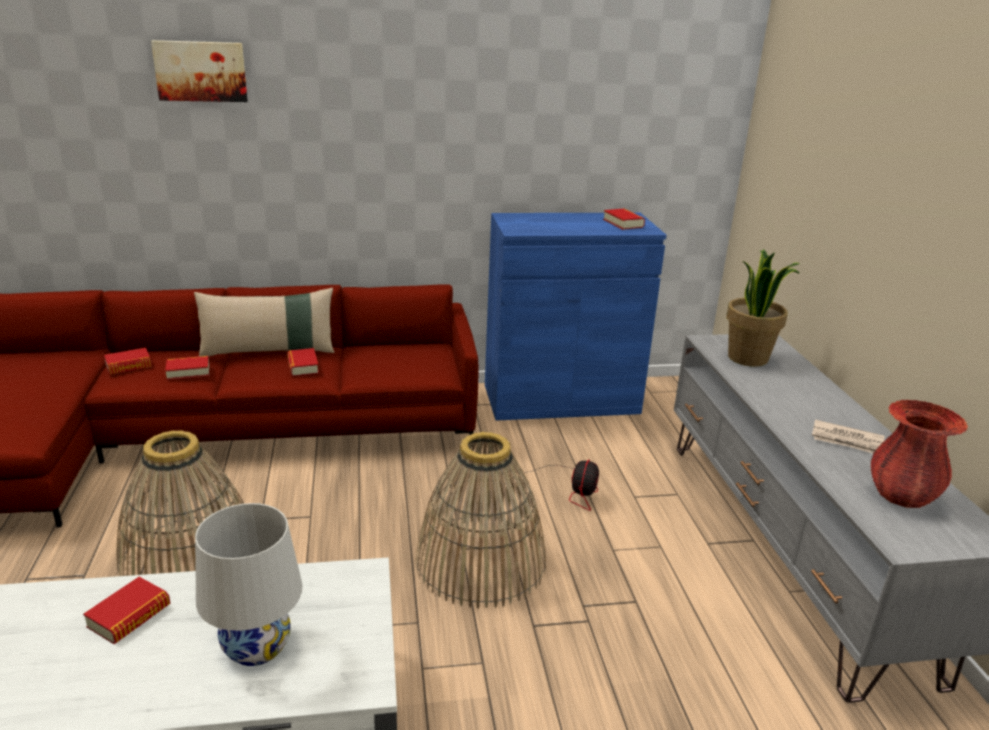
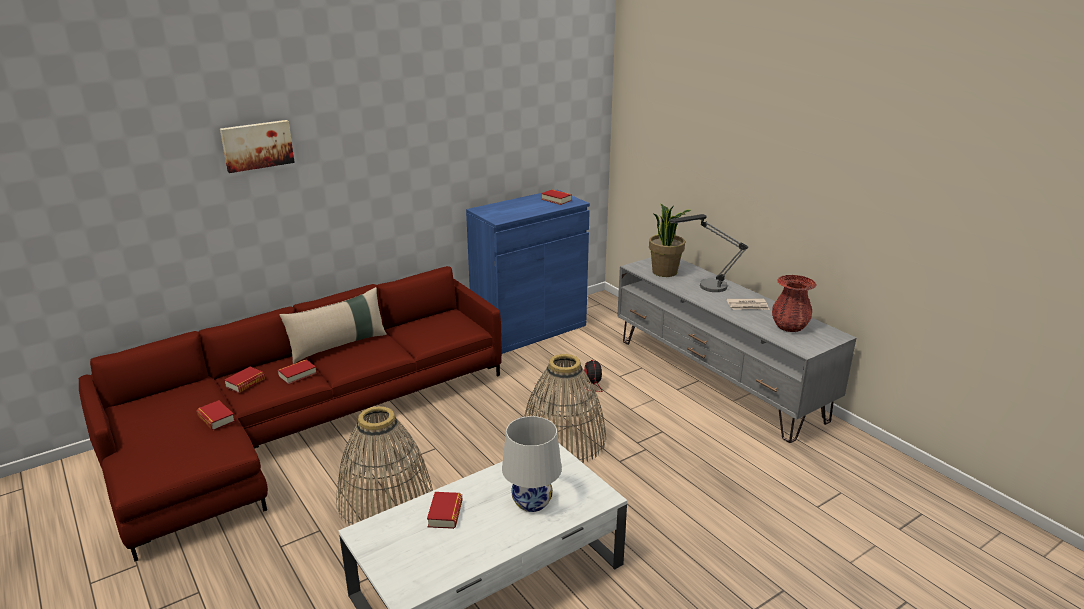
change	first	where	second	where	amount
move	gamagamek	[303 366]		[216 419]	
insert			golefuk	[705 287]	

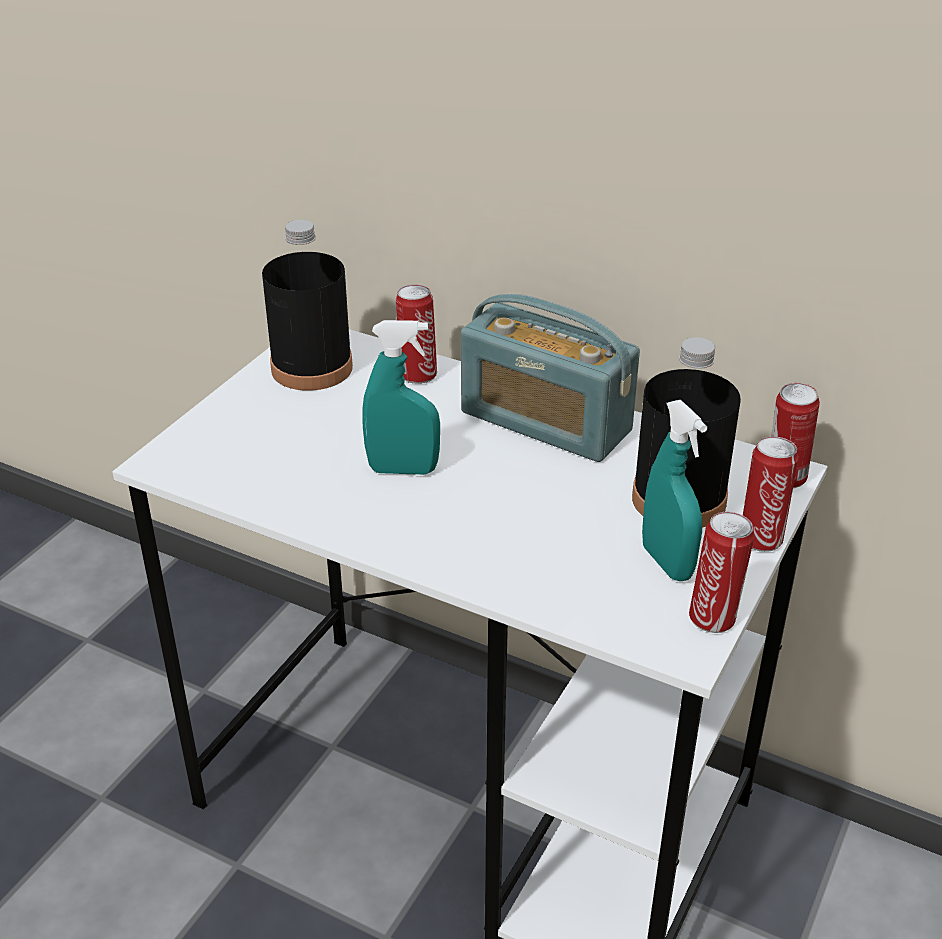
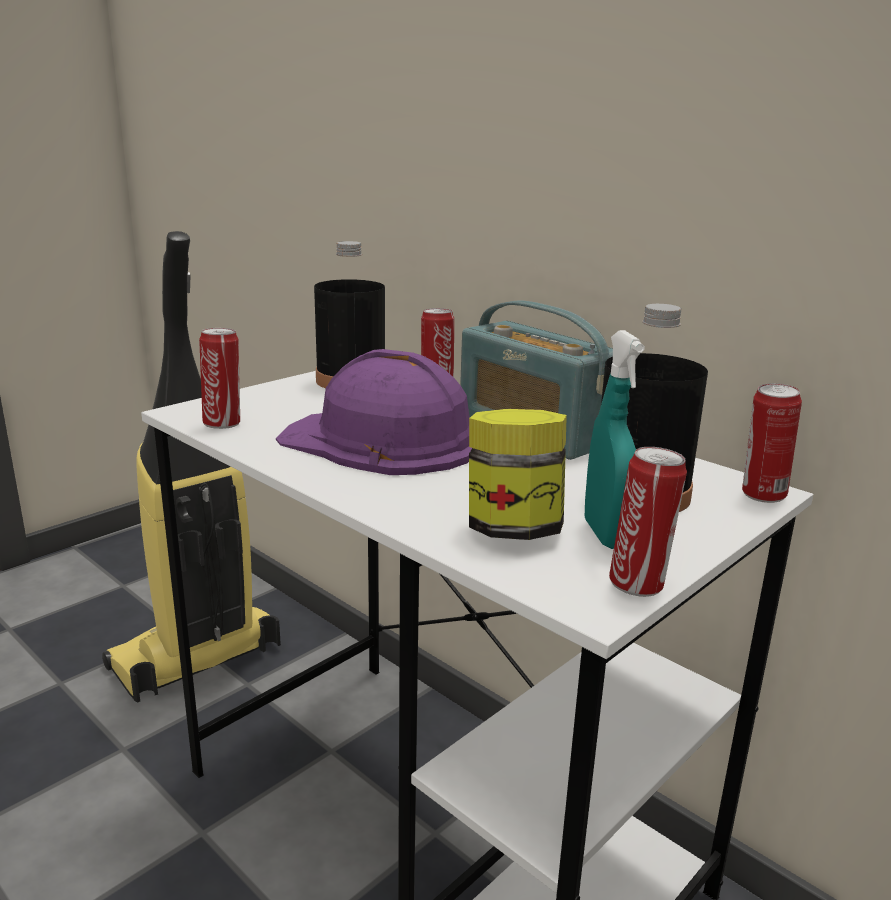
change	first	where	second	where	amount
replace	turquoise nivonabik	[403 470]	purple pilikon	[382 441]	
move	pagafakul	[760 538]		[223 423]	
insert			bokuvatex	[195 659]	
insert			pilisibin	[513 529]	

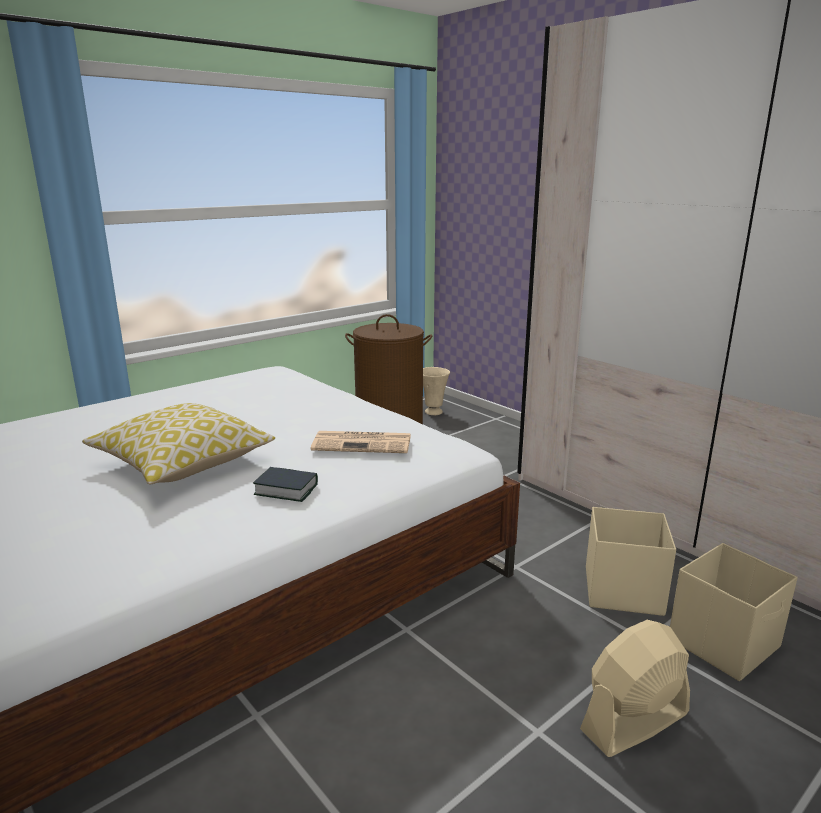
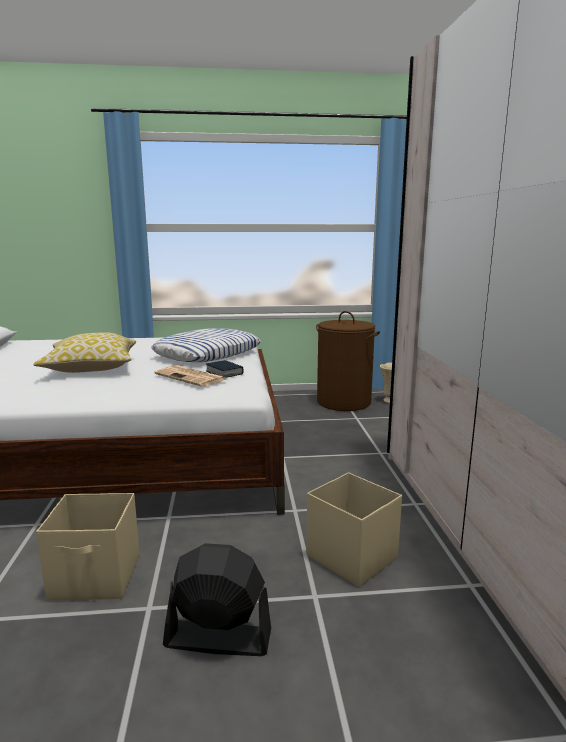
change	first	where	second	where	amount
move	gamagamek	[286 489]		[224 373]	
recolor	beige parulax	[634 722]	black parulax	[217 638]	
move	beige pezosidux	[725 643]		[97 577]	
insert			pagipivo	[208 353]	

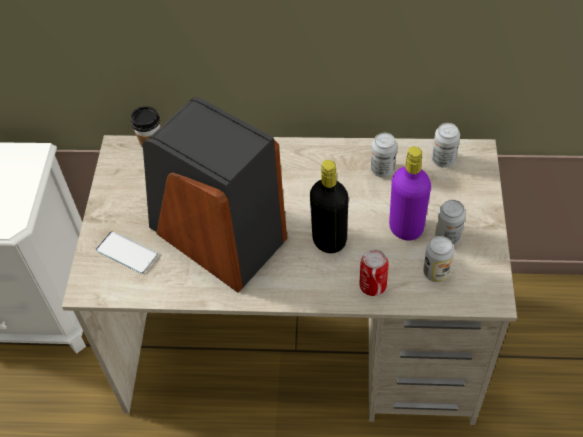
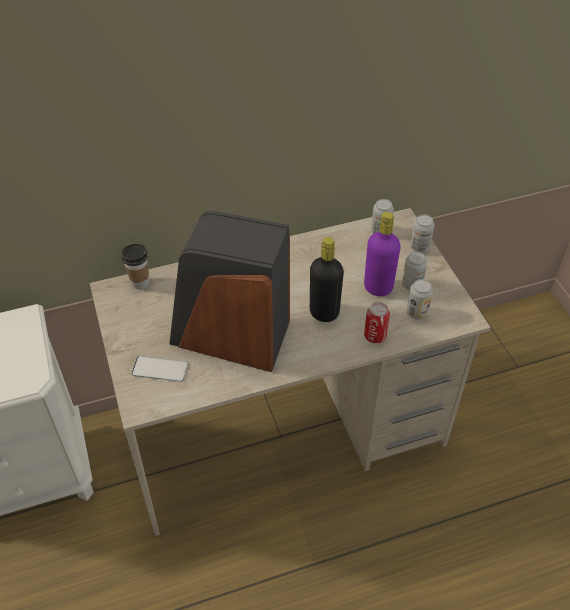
change	first	where	second	where	amount
move	pagafakul	[382 169]		[419 247]	

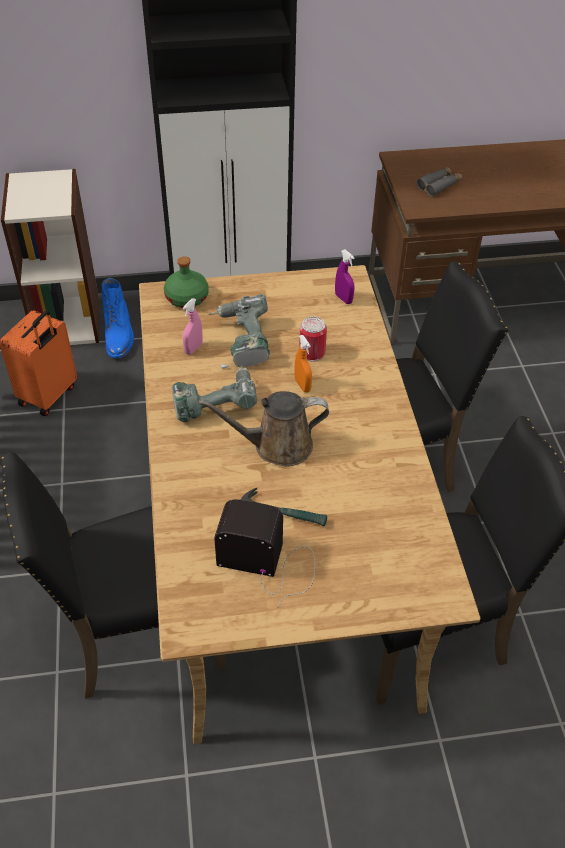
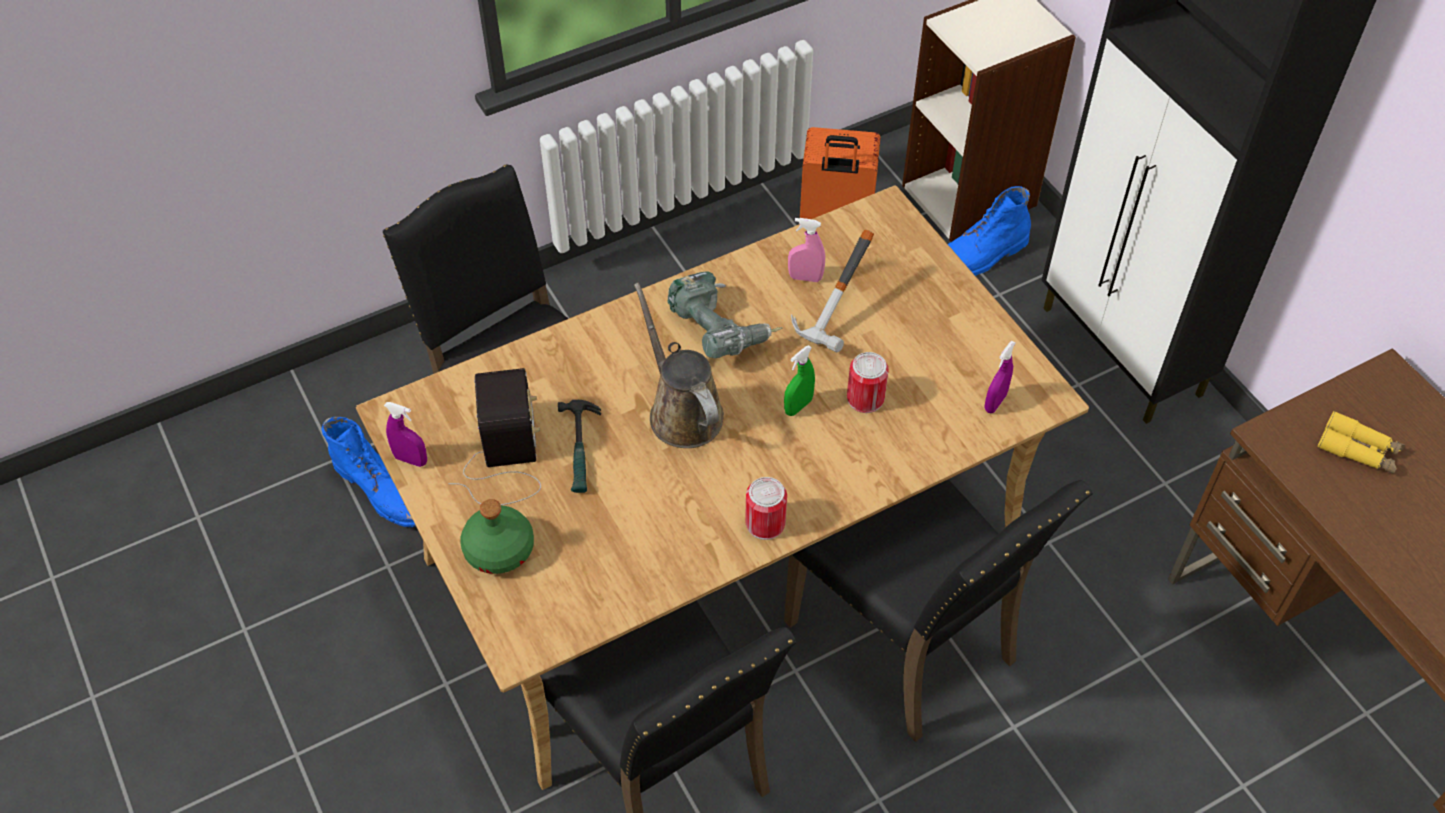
change	first	where	second	where	amount
move	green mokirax	[187 297]		[500 550]	
replace	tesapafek	[241 342]	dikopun	[842 320]	
recolor	orange nivonabik	[302 385]	green nivonabik	[798 406]	
recolor	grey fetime	[439 185]	yellow fetime	[1358 450]	
insert			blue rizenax	[382 489]	
insert			purple nivonabik	[411 459]	
insert			pagafakul	[765 523]	

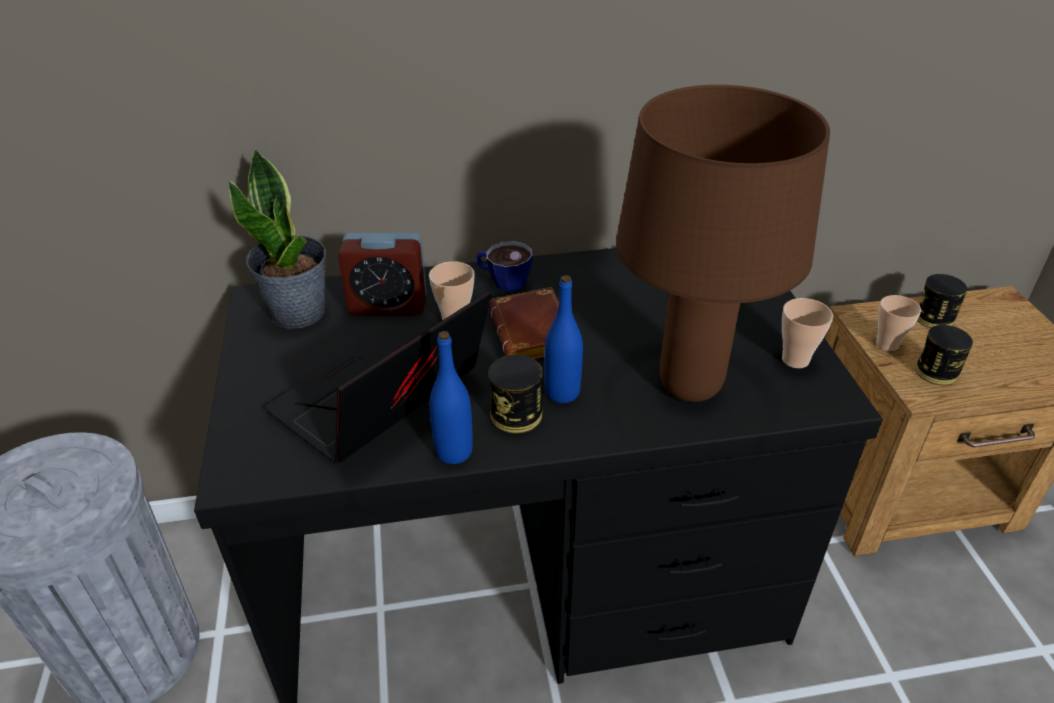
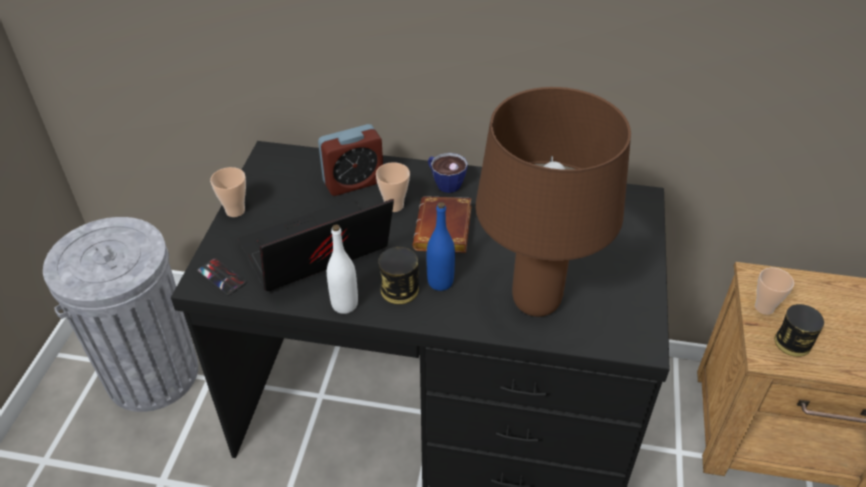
change	first	where	second	where	amount
delete	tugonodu	[299 312]			
rotate	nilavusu	[388 305]		[353 182]	45 degrees counterclockwise
recolor	blue mokirax	[454 452]	white mokirax	[344 304]	
move	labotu	[795 360]		[235 211]	
delete	pagafakul	[933 318]			
insert			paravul	[221 277]	

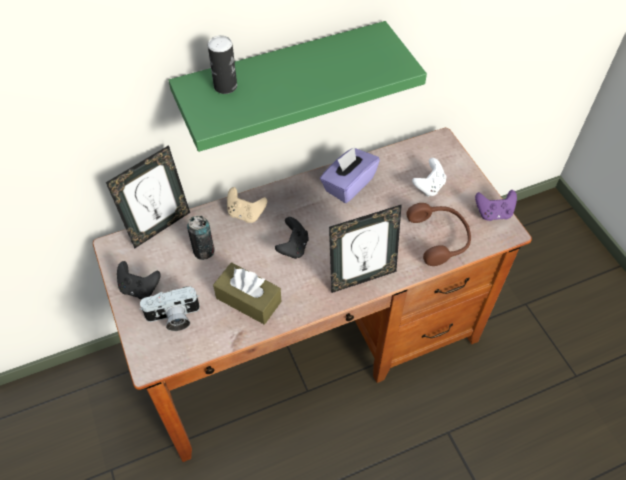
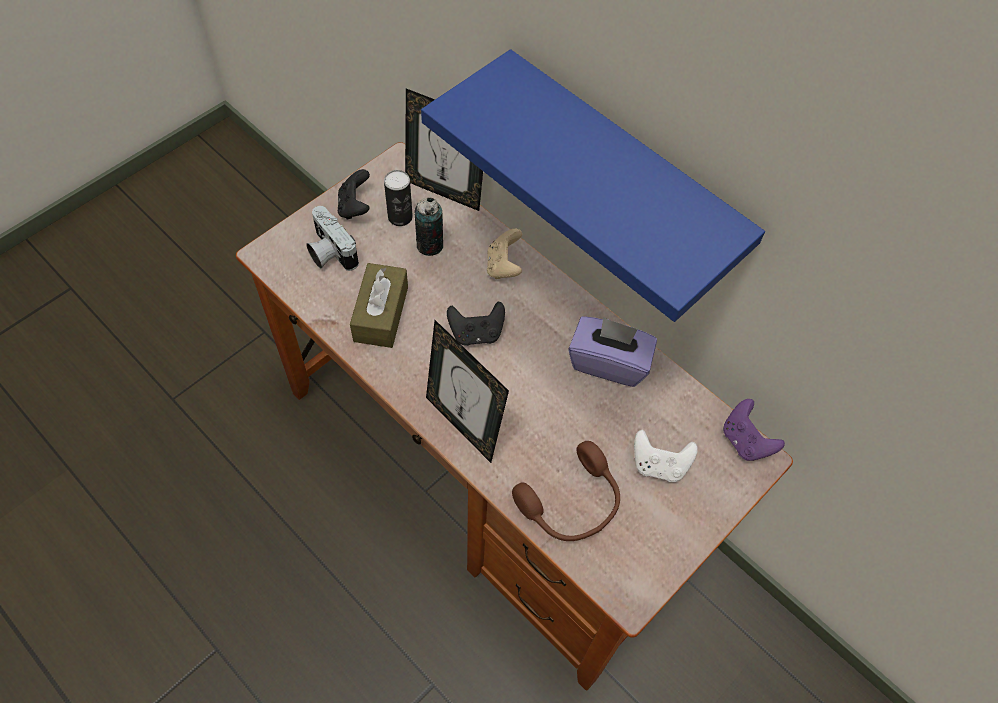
change	first	where	second	where	amount
recolor	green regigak	[282 80]	blue regigak	[621 173]	
move	pagafakul	[225 86]		[400 217]	
move	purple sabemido	[493 213]		[745 441]	

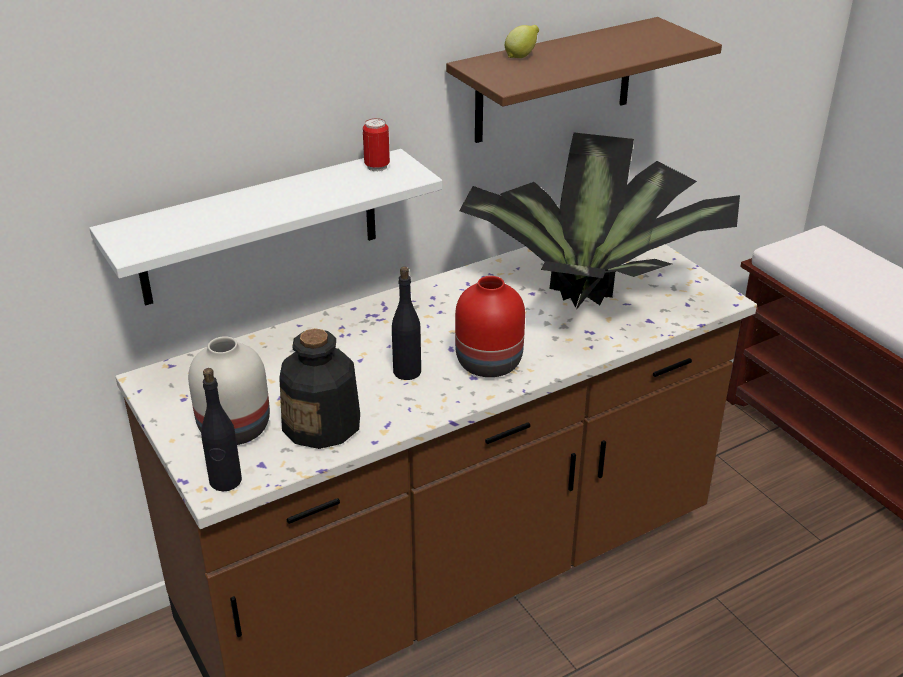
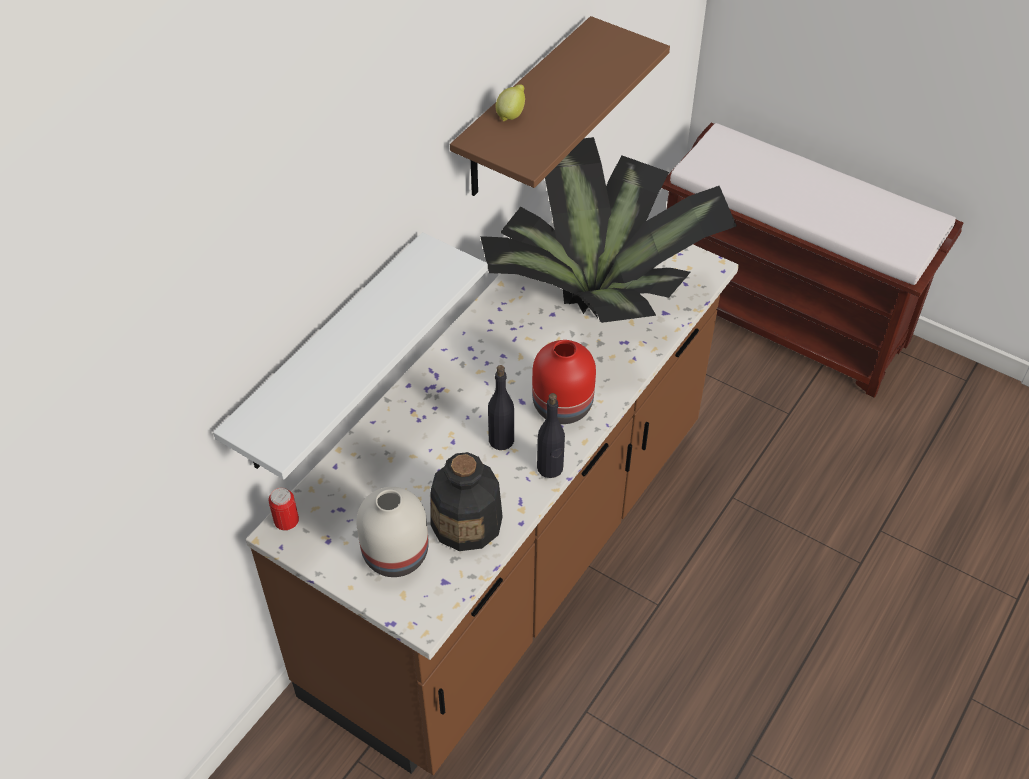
change	first	where	second	where	amount
move	black mokirax	[225 481]		[550 468]	
move	pagafakul	[377 167]		[287 523]	

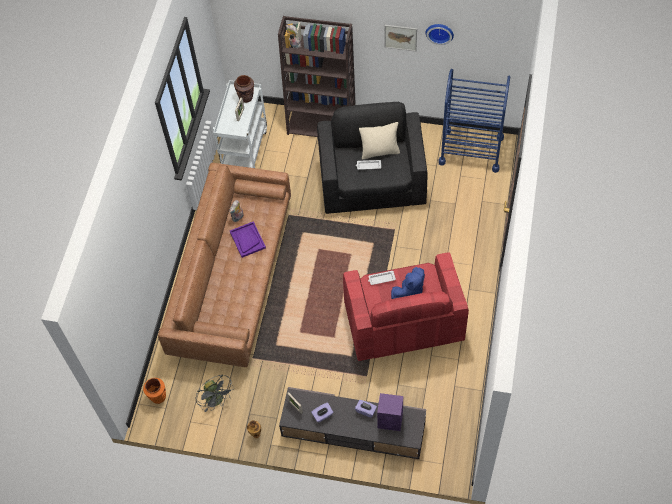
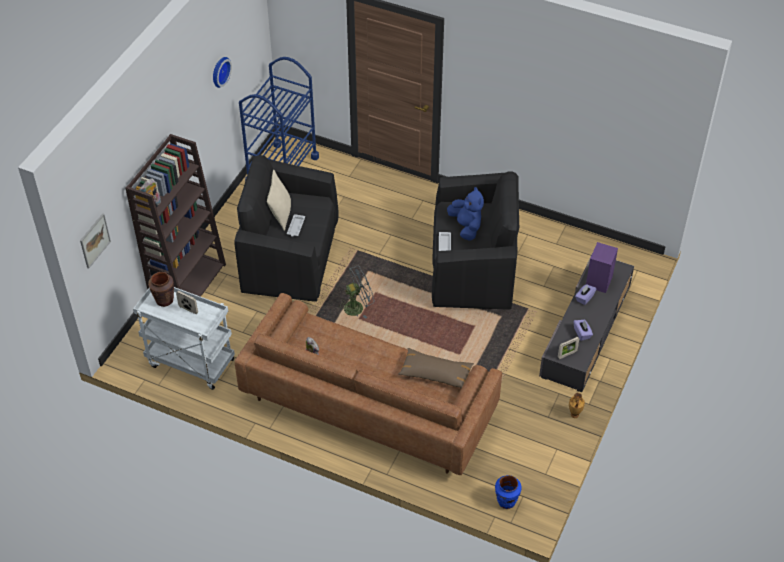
change	first	where	second	where	amount
recolor	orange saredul	[158 397]	blue saredul	[506 501]	
move	grey parulax	[217 400]		[357 306]	
delete	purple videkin	[247 240]			
recolor	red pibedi	[403 321]	black pibedi	[472 267]	
move	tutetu	[400 37]		[94 240]	
insert			brown pagipivo	[435 373]	

